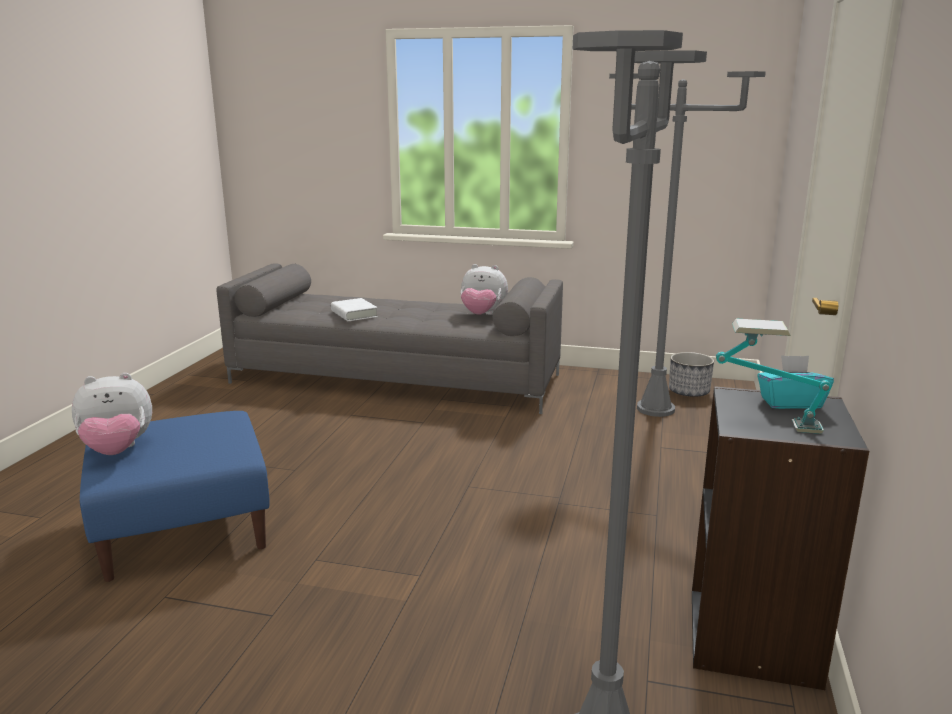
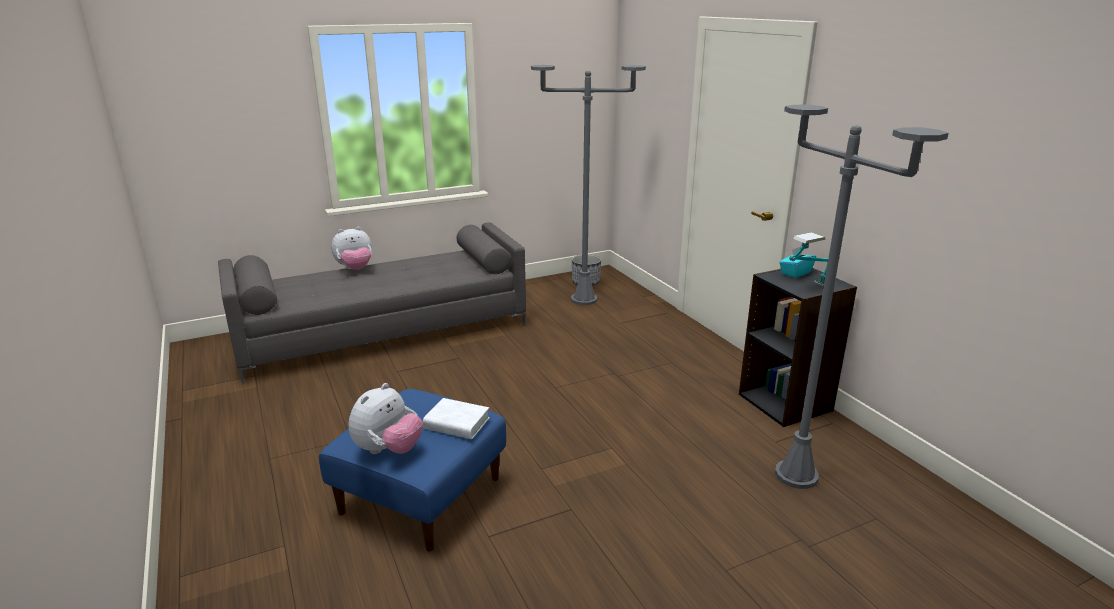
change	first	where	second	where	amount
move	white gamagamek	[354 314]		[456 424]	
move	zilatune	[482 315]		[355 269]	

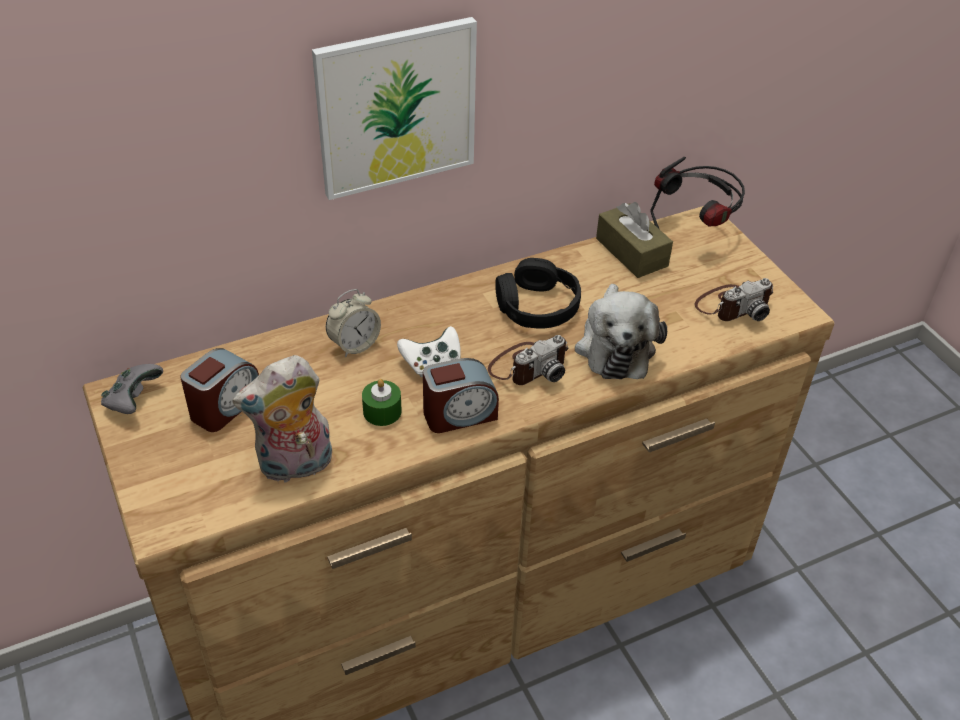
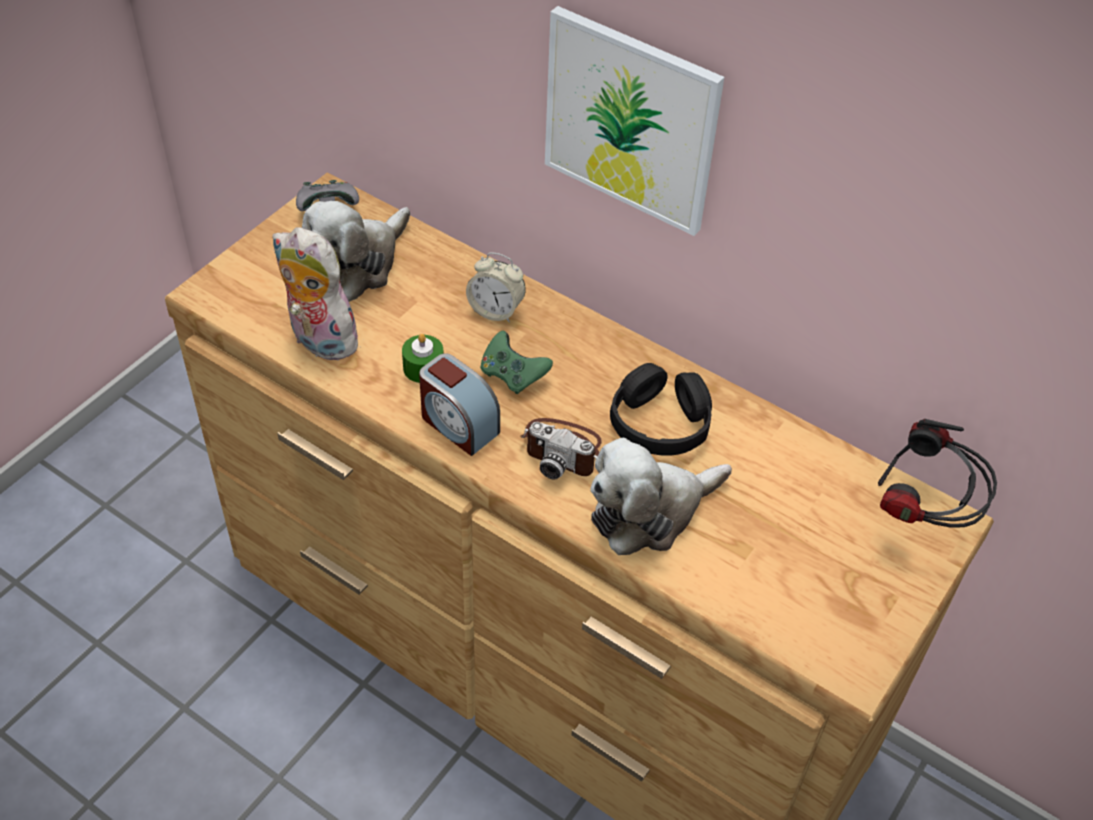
change	first	where	second	where	amount
replace	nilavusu	[225 406]	zilatune	[358 264]	
recolor	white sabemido	[431 363]	green sabemido	[512 375]	
delete	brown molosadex	[631 252]			
delete	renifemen	[732 305]			

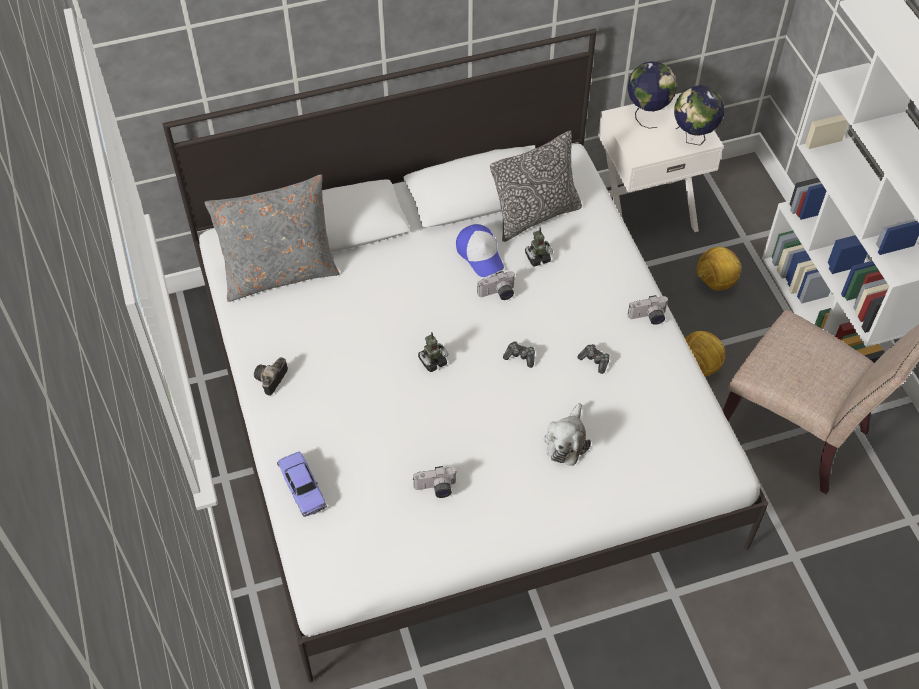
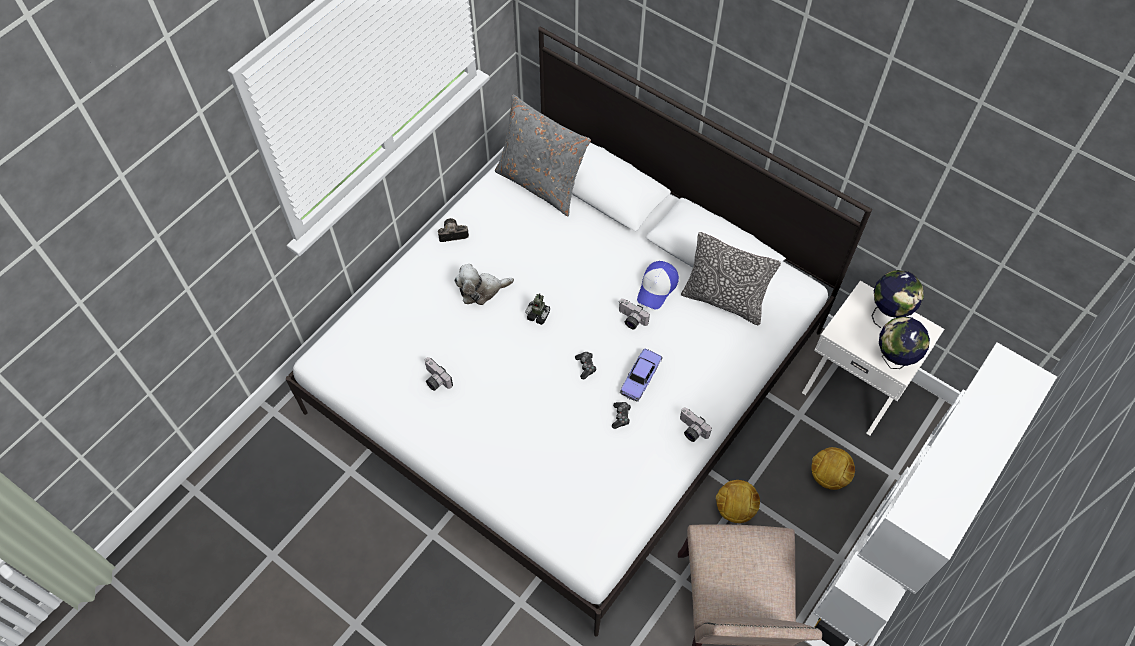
change	first	where	second	where	amount
move	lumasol	[302 488]		[640 378]	
delete	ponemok	[537 258]			
move	zilatune	[567 441]		[481 290]	

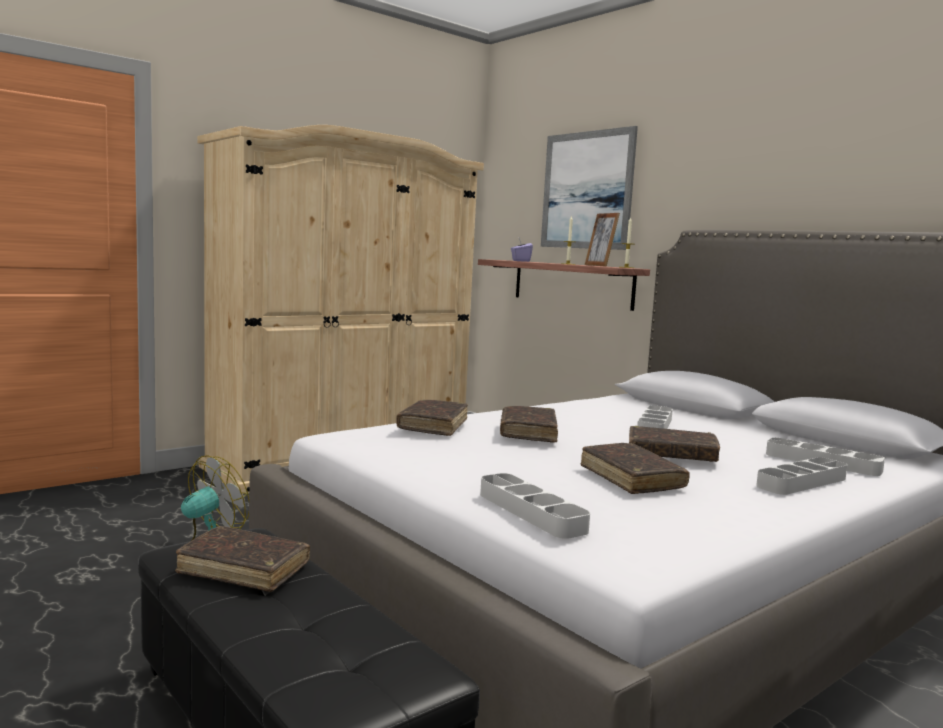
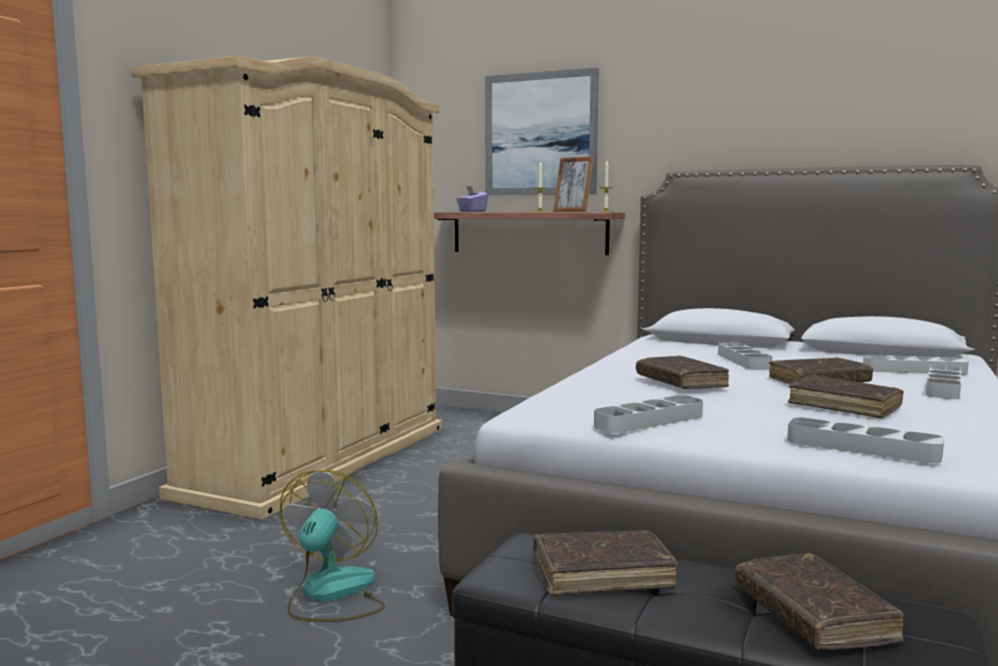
change	first	where	second	where	amount
move	brown gamagamek	[433 426]		[813 616]	
insert			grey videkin	[649 421]	

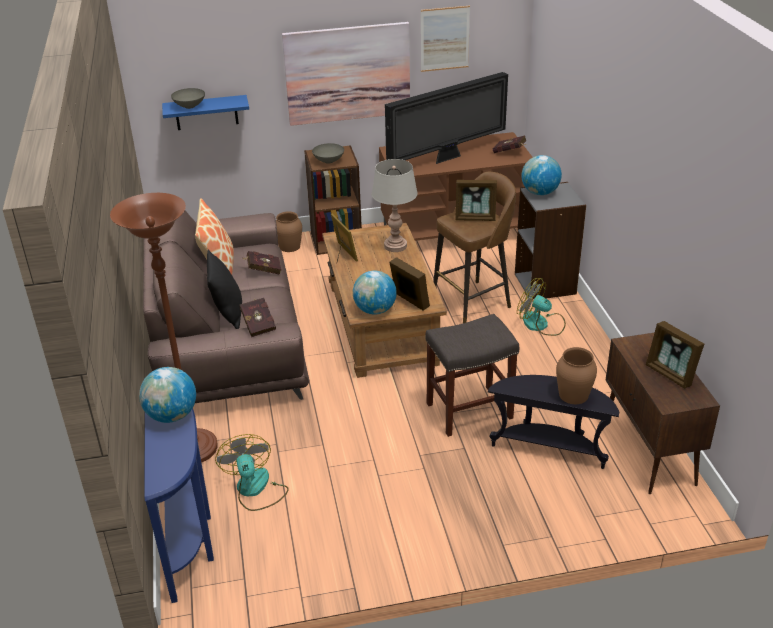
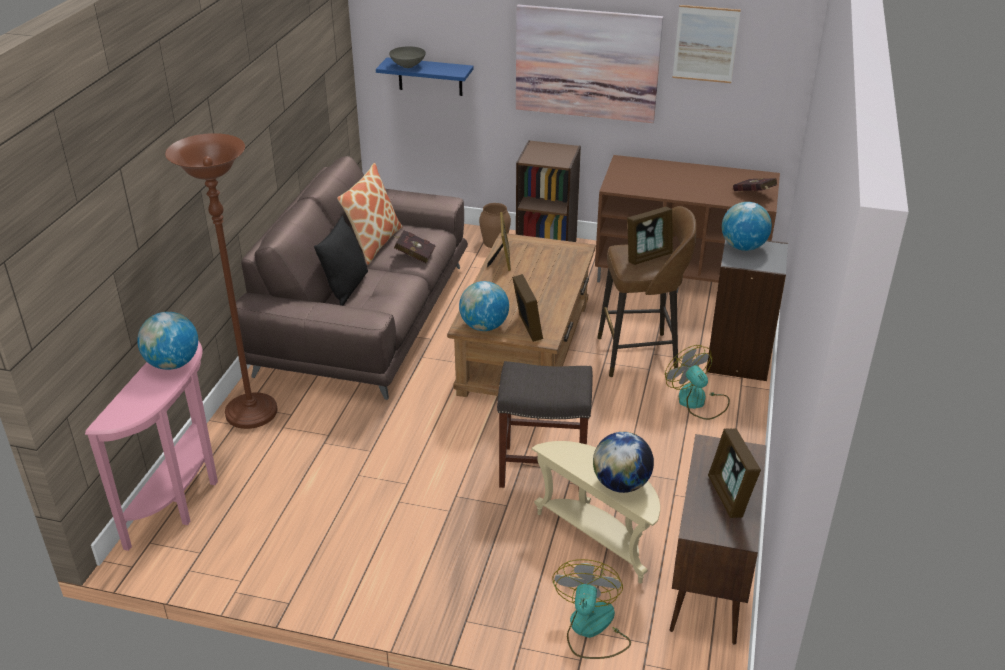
change	first	where	second	where	amount
recolor	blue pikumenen	[190 540]	pink pikumenen	[183 497]	
move	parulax	[255 489]		[591 629]	
delete	red gamagamek	[258 324]			
delete	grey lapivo	[328 161]			
delete	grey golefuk	[395 246]			
delete	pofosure	[447 158]			
rotate	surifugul	[475 218]		[648 256]	60 degrees counterclockwise
recolor	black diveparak	[549 447]	beige diveparak	[598 538]	
replace	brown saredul	[574 395]	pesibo	[621 484]	

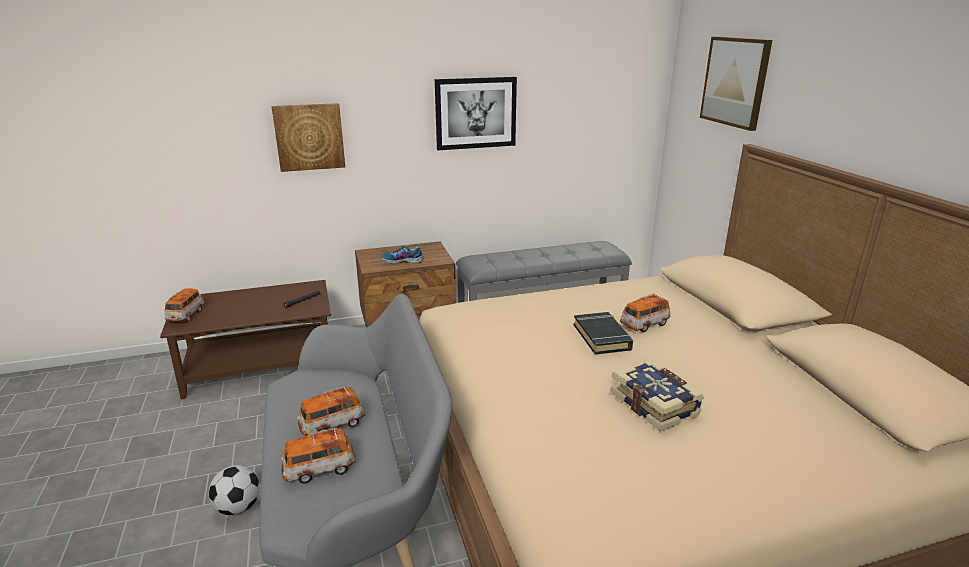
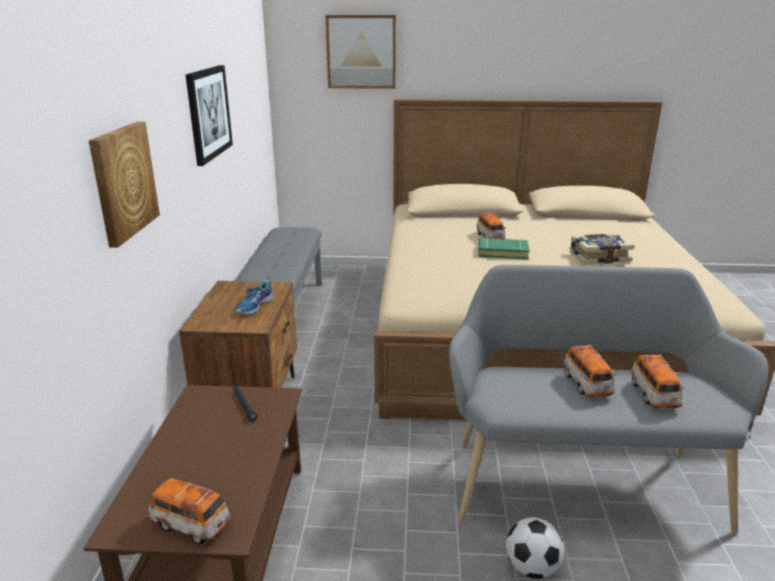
change	first	where	second	where	amount
recolor	black gamagamek	[602 337]	green gamagamek	[502 252]	

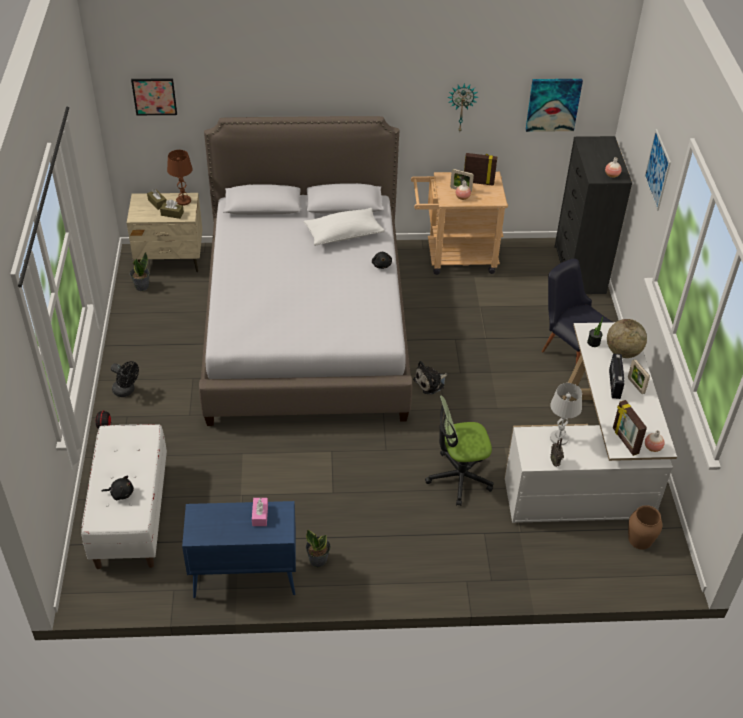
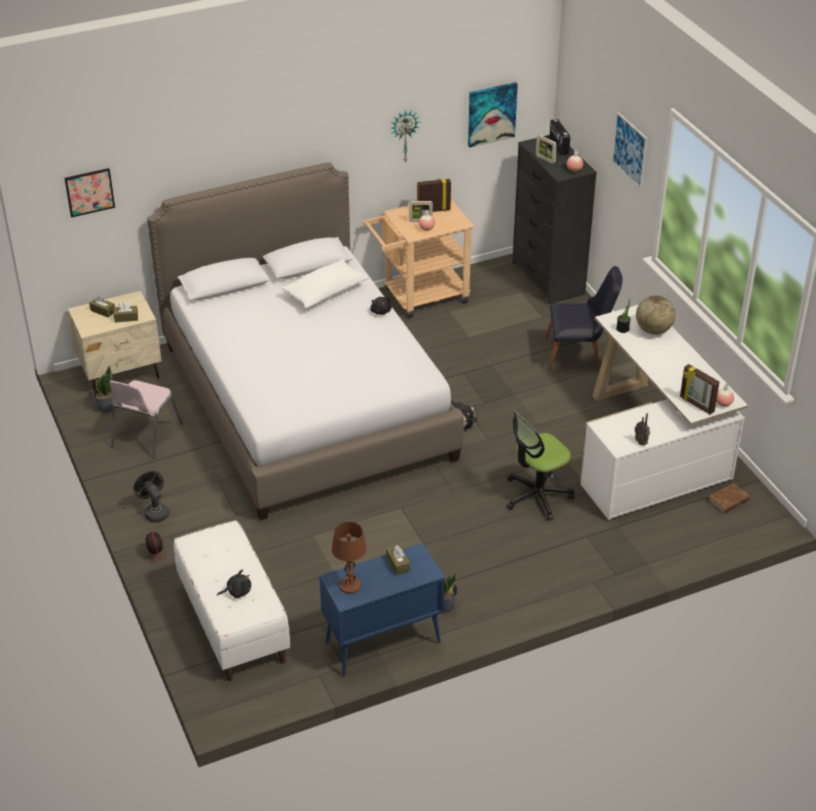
change	first	where	second	where	amount
rotate	black parulax	[126 391]		[154 512]	135 degrees counterclockwise
move	brown golefuk	[183 200]		[350 586]	
recolor	pink molosadex	[260 515]	brown molosadex	[398 564]	
rotate	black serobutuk	[570 351]		[579 356]	150 degrees clockwise
delete	white golefuk	[559 438]			
move	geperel	[614 384]		[558 146]	
move	surifugul	[636 386]		[545 159]	
replace	brown saredul	[640 540]	brown gamagamek	[729 500]	
insert			pink serobutuk	[145 436]	

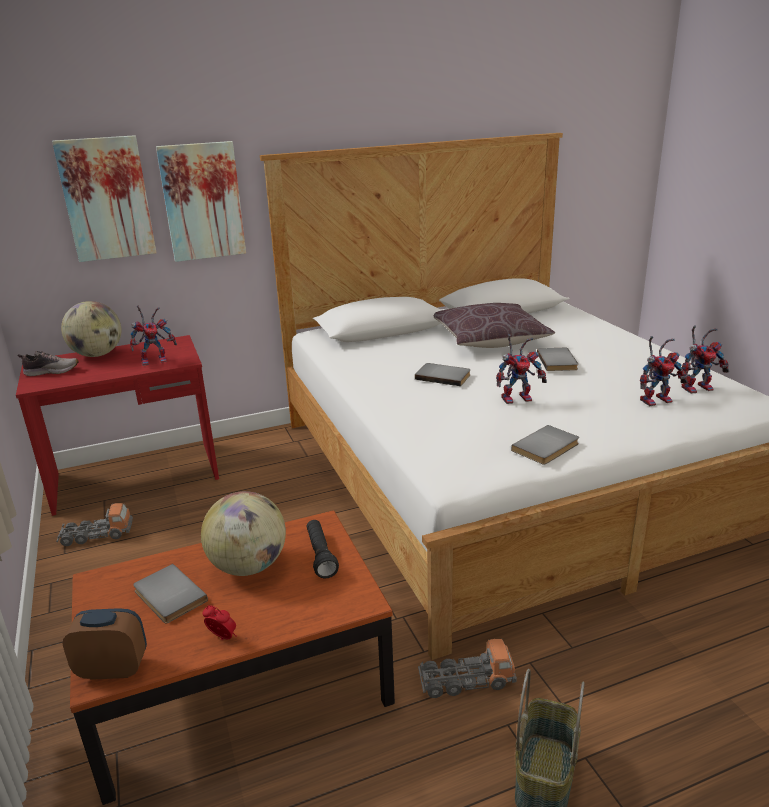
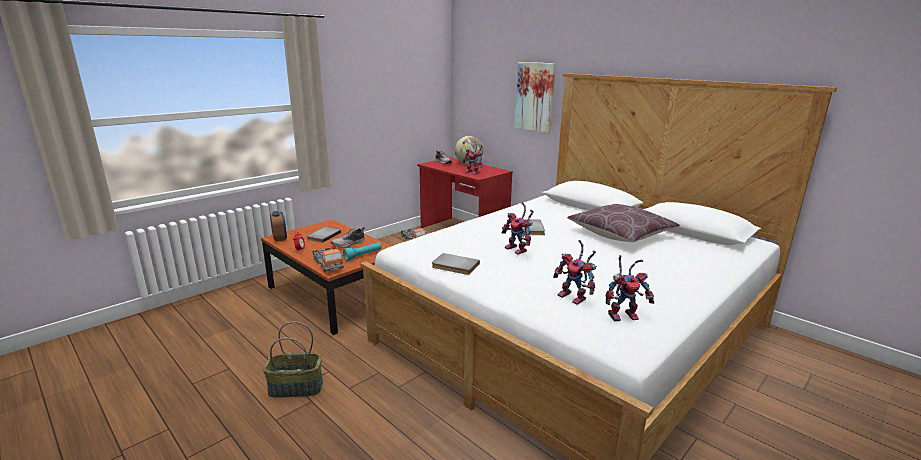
change	first	where	second	where	amount
delete	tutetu	[106 199]			
replace	pesibo	[249 566]	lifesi	[349 244]	
recolor	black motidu	[320 556]	turquoise motidu	[363 256]	
move	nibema	[466 680]		[328 264]	
delete	grey gamagamek	[558 361]			
rotate	ponemok	[698 387]		[624 315]	60 degrees counterclockwise

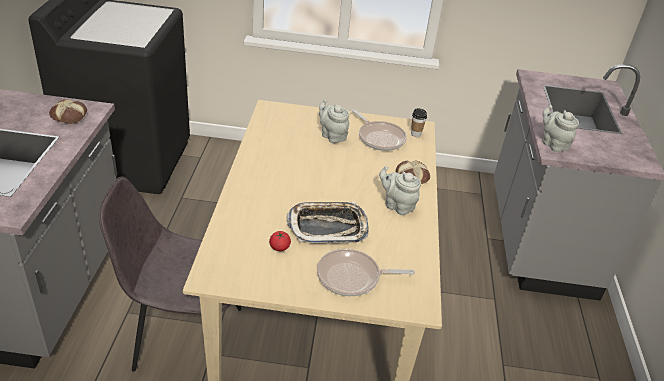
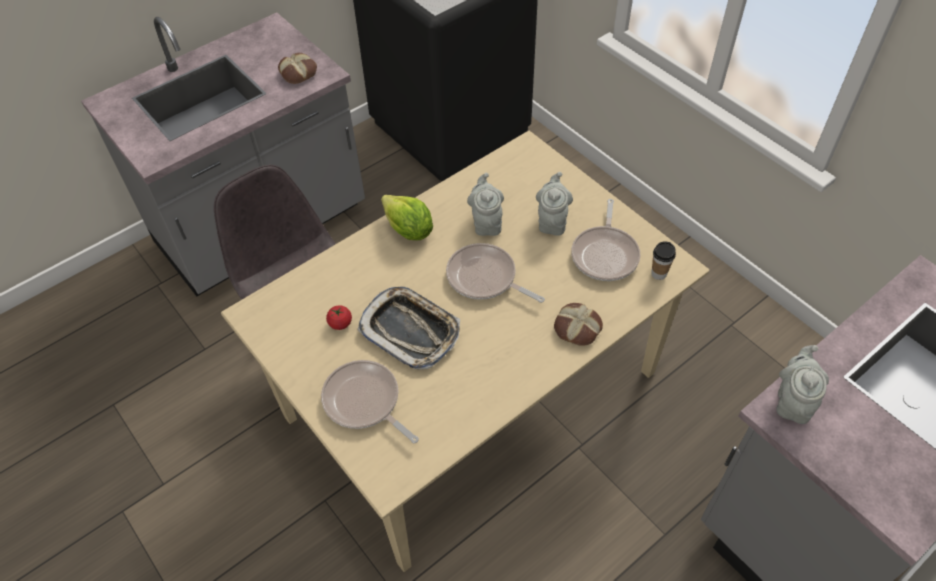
change	first	where	second	where	amount
move	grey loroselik	[397 205]		[486 222]	
insert			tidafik	[408 230]	
insert			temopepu	[485 278]	

